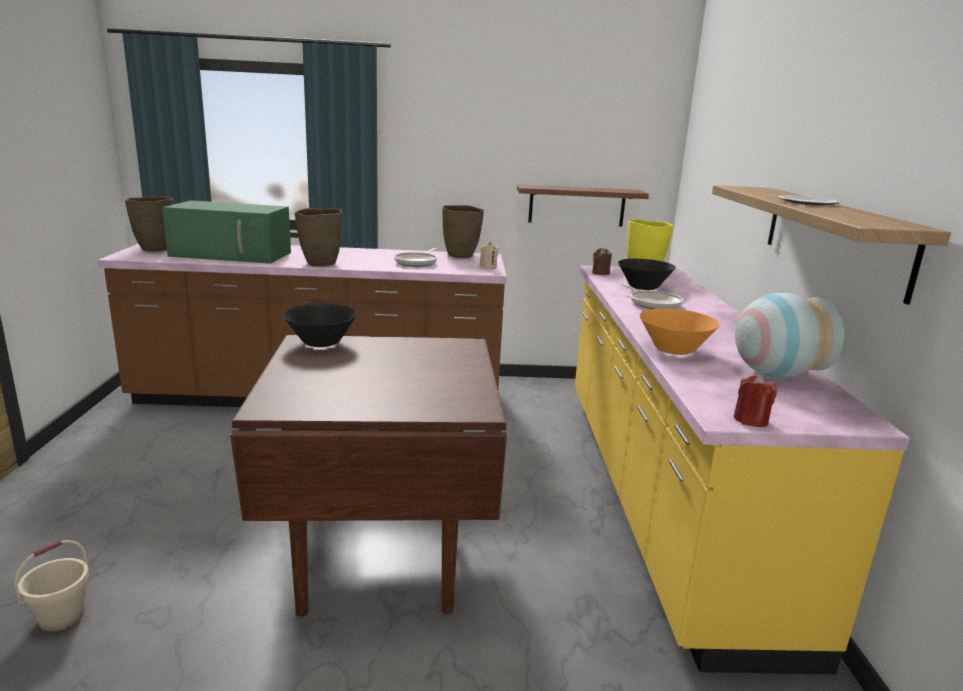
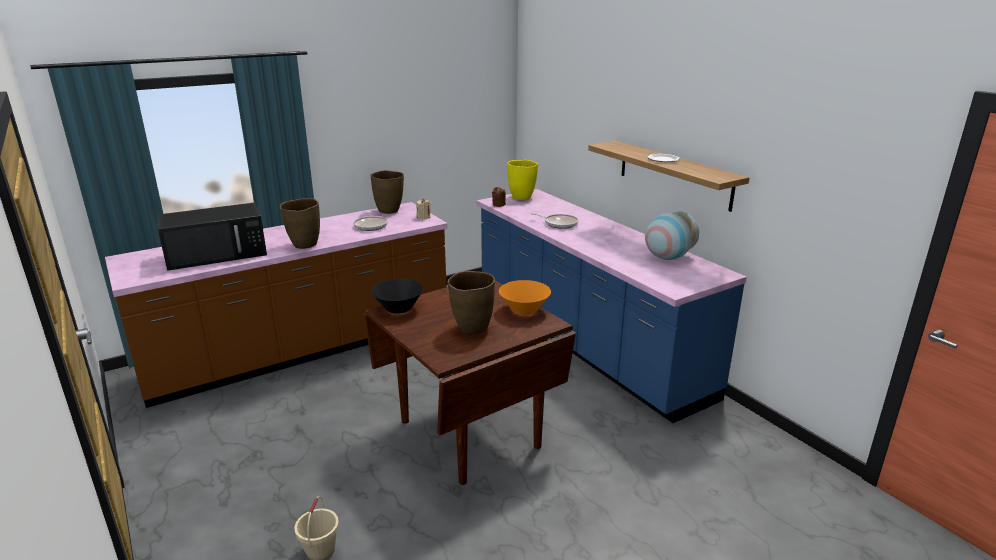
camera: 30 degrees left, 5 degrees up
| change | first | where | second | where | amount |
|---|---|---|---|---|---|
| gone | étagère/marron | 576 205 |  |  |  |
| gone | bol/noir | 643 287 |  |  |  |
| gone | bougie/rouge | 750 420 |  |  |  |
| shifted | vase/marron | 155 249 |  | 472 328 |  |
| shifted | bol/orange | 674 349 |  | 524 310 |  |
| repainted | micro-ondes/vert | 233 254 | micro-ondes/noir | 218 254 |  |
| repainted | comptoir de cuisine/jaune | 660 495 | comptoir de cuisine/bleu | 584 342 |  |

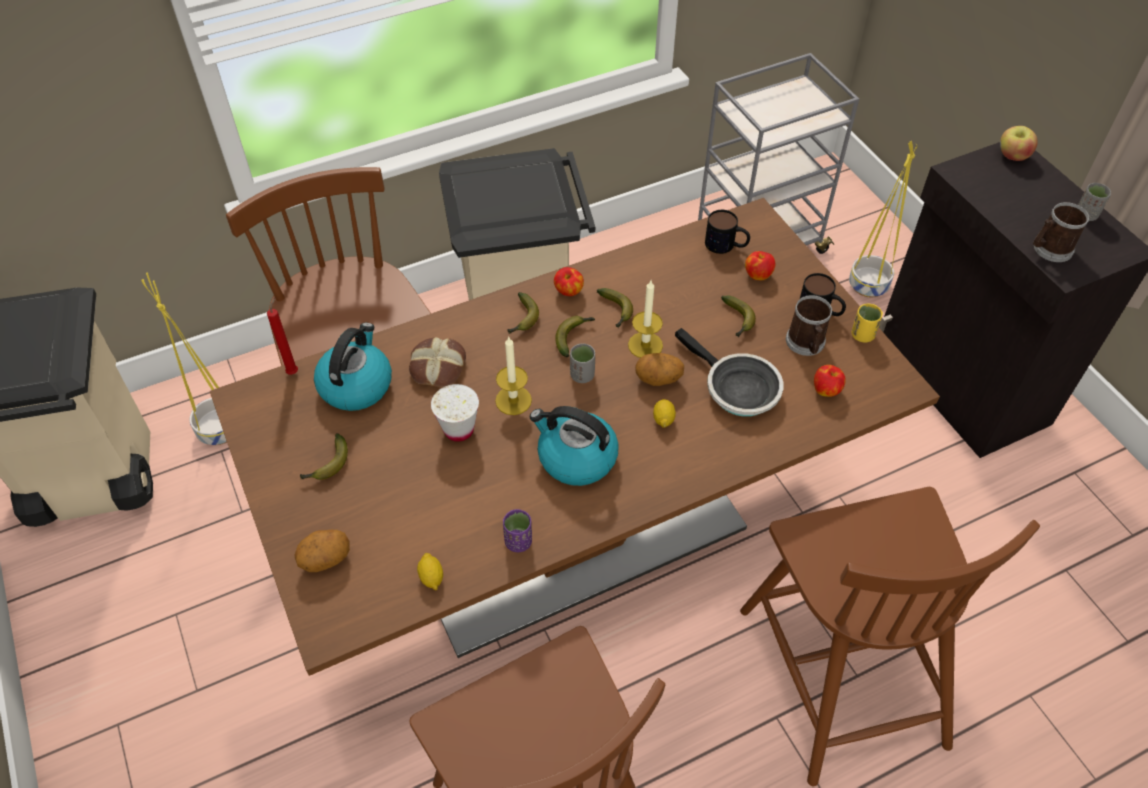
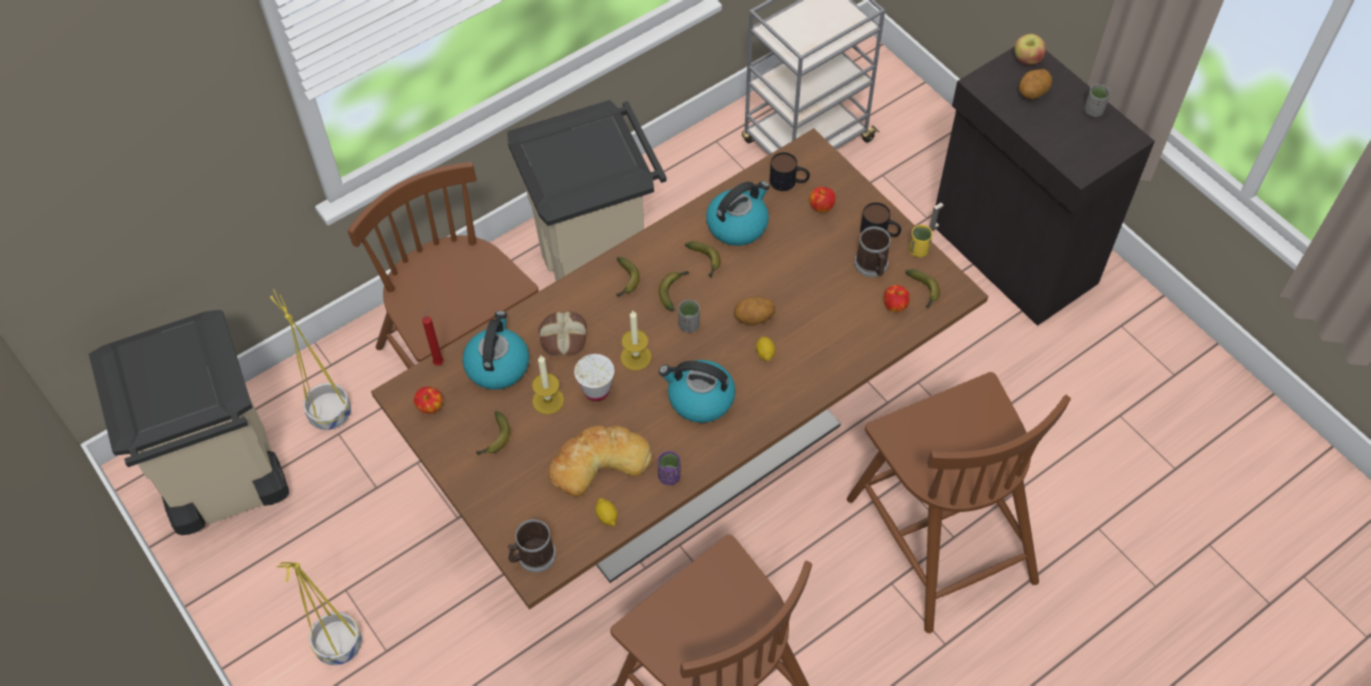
camera: 10 degrees left, 5 degrees up
| change | first | where | second | where | amount |
|---|---|---|---|---|---|
| gone | poêle | 736 388 |  |  |  |
| new |  |  | pain | 598 462 |  |
| new |  |  | bouilloire | 737 224 |  |
| shifted | pomme de terre | 326 559 |  | 1032 93 |  |
| shifted | pomme | 568 292 |  | 430 407 |  |
| shifted | bougie | 645 345 |  | 548 400 |  |
| shifted | banane | 737 320 |  | 923 291 |  |
| shifted | cache-pot/jaune | 867 286 |  | 338 646 |  |
| shifted | mug | 1049 249 |  | 532 556 |  |

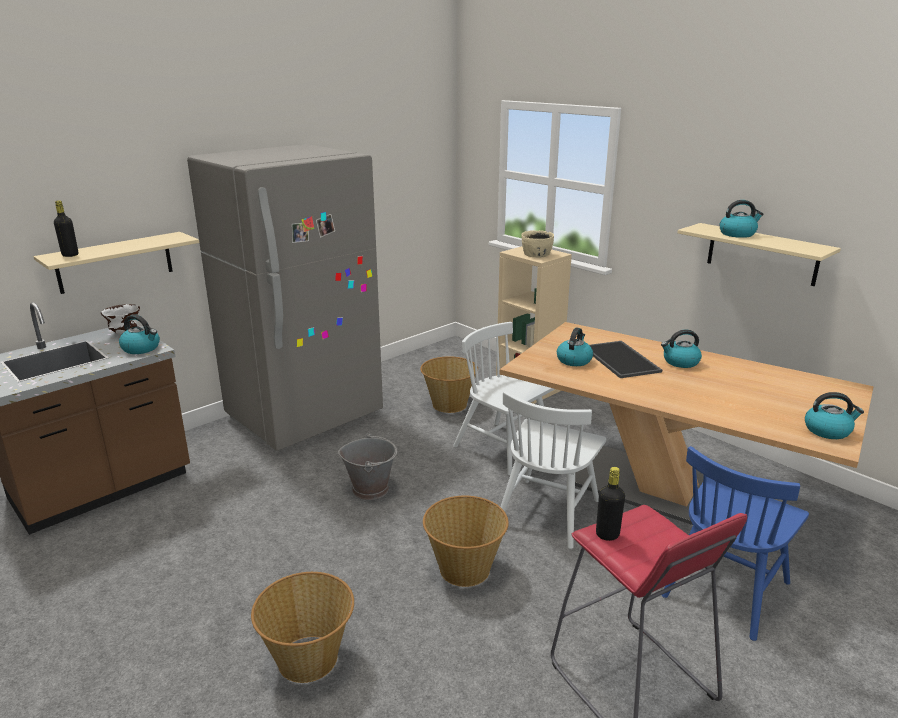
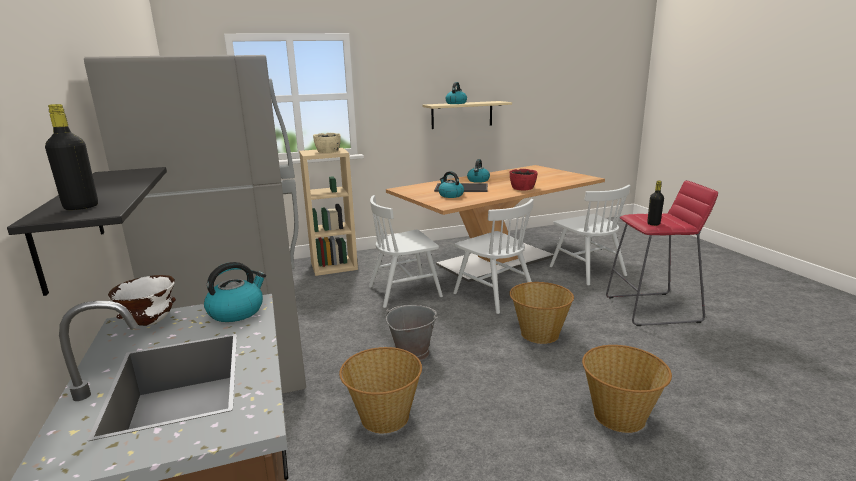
camera: 65 degrees left, 5 degrees down
| change | first | where | second | where | amount |
|---|---|---|---|---|---|
| gone | bouilloire | 828 430 |  |  |  |
| new |  |  | bol/rouge | 523 188 |  |
| shifted | panier | 449 404 |  | 384 417 |  |
| repainted | étagère/beige | 115 262 | étagère/noir | 69 227 |  |
| repainted | chaise/bleu | 725 588 | chaise/blanc | 587 271 |  |

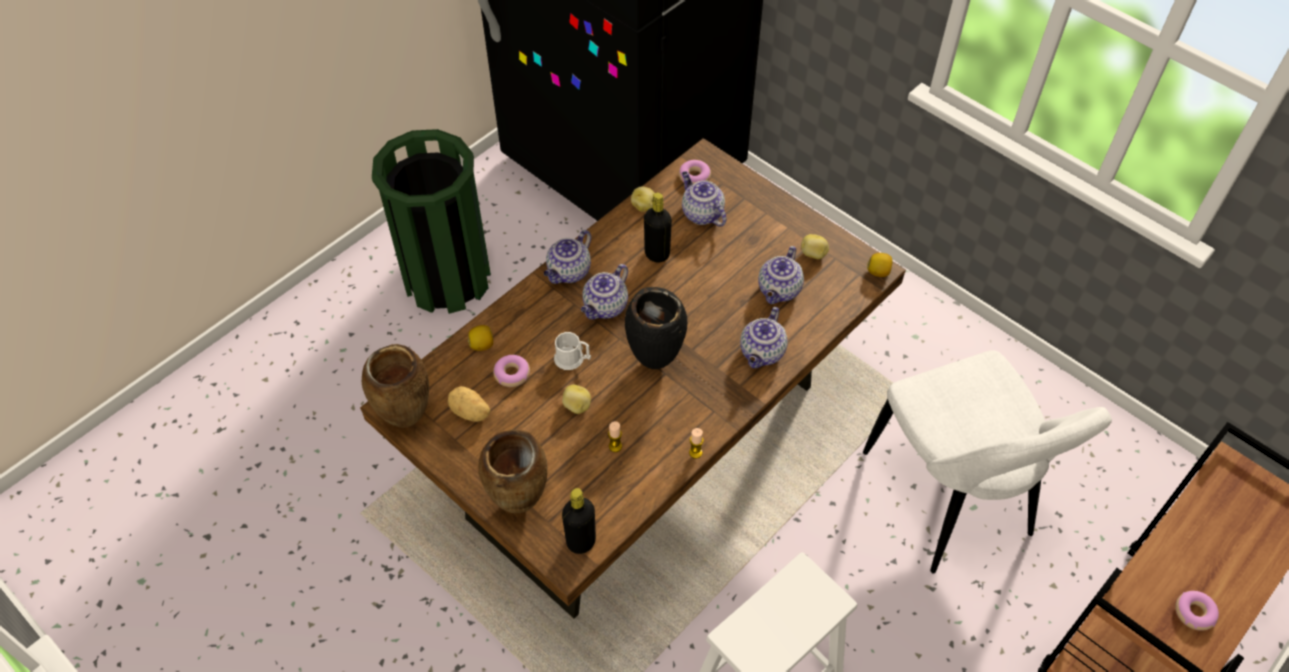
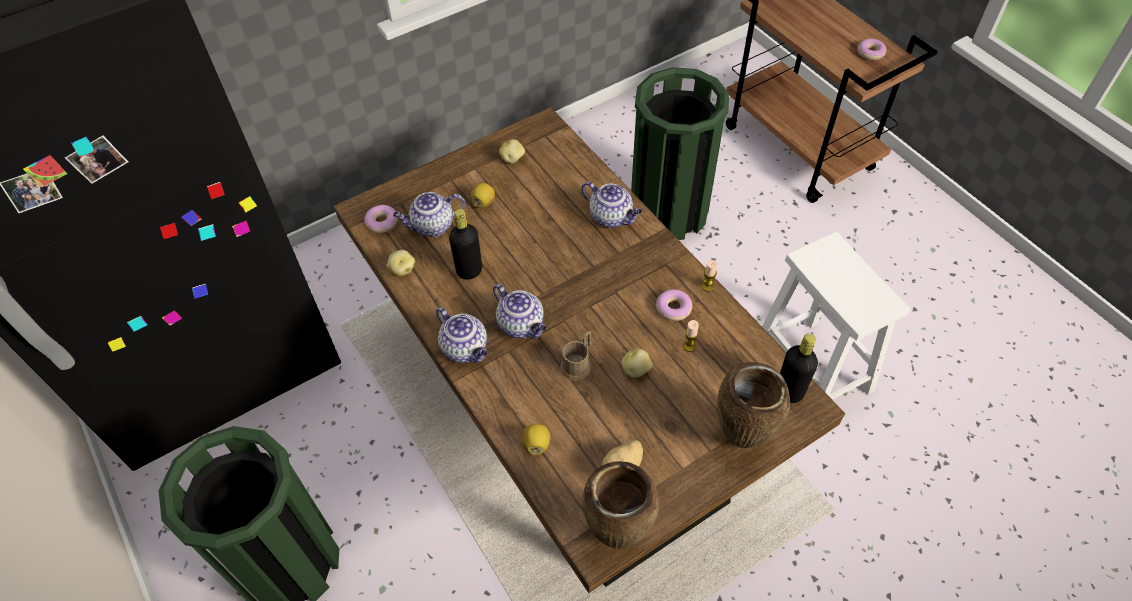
camera: 75 degrees left, 0 degrees up
| change | first | where | second | where | amount |
|---|---|---|---|---|---|
| gone | vase/noir | 656 362 |  |  |  |
| gone | théière | 779 291 |  |  |  |
| shifted | beignet | 512 374 |  | 673 308 |  |
| shifted | citron | 878 272 |  | 483 202 |  |
| swapped | chaise/blanc | 950 501 | poubelle/vert | 669 211 |  |
| repainted | mug/blanc | 573 359 | mug/marron | 578 363 |  |

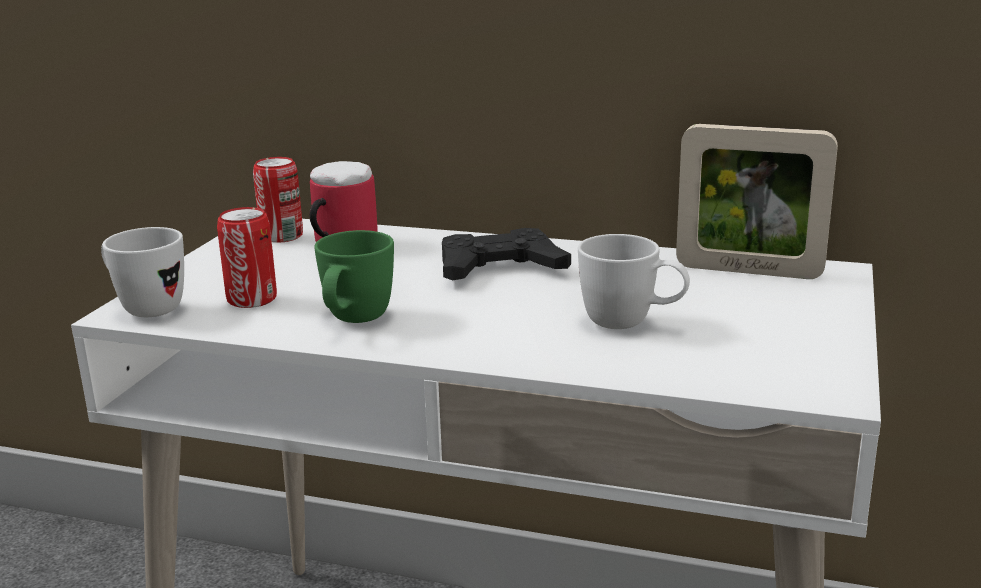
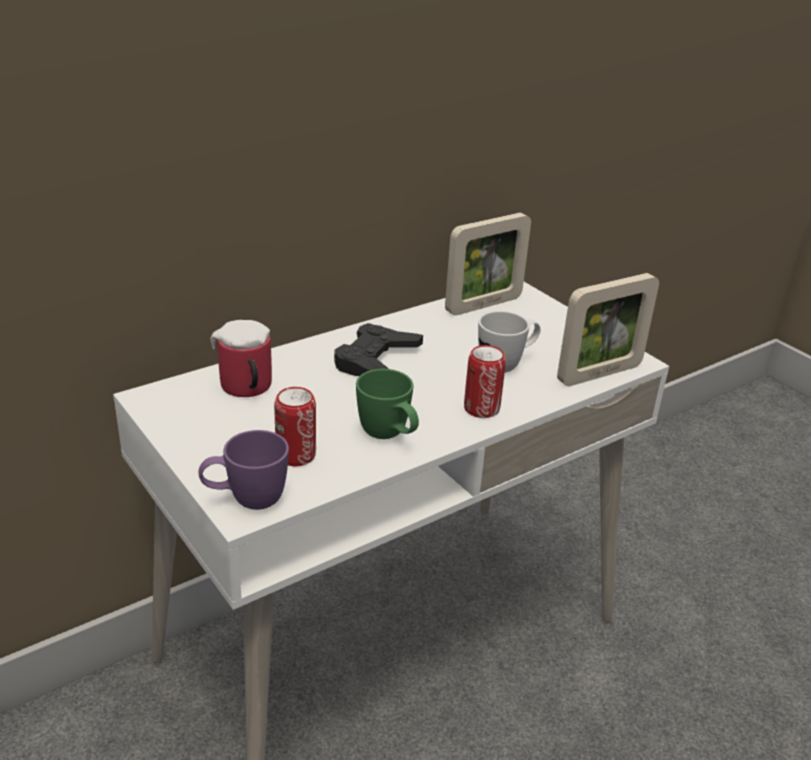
camera: 55 degrees left, 10 degrees up
| change | first | where | second | where | amount |
|---|---|---|---|---|---|
| new |  |  | cadre photo | 599 374 |  |
| shifted | boîte métallique | 281 236 |  | 481 409 |  |
| repainted | mug/blanc | 144 308 | mug/violet | 246 501 |  |

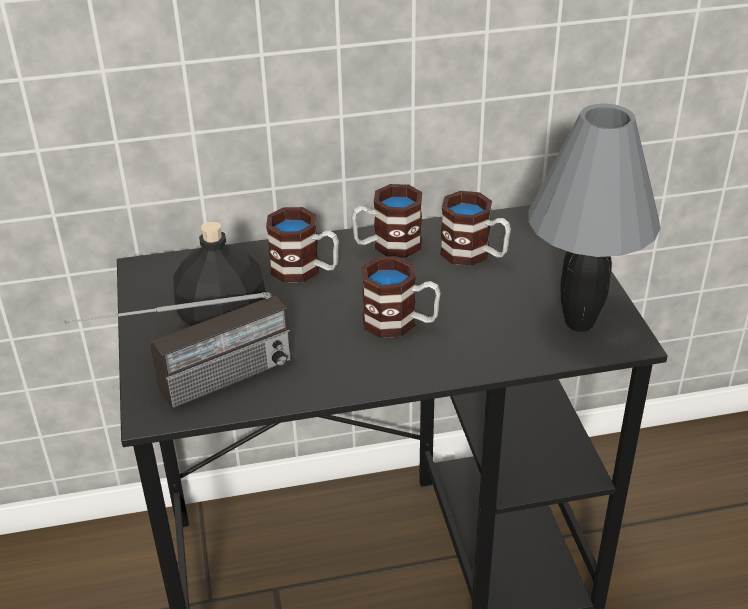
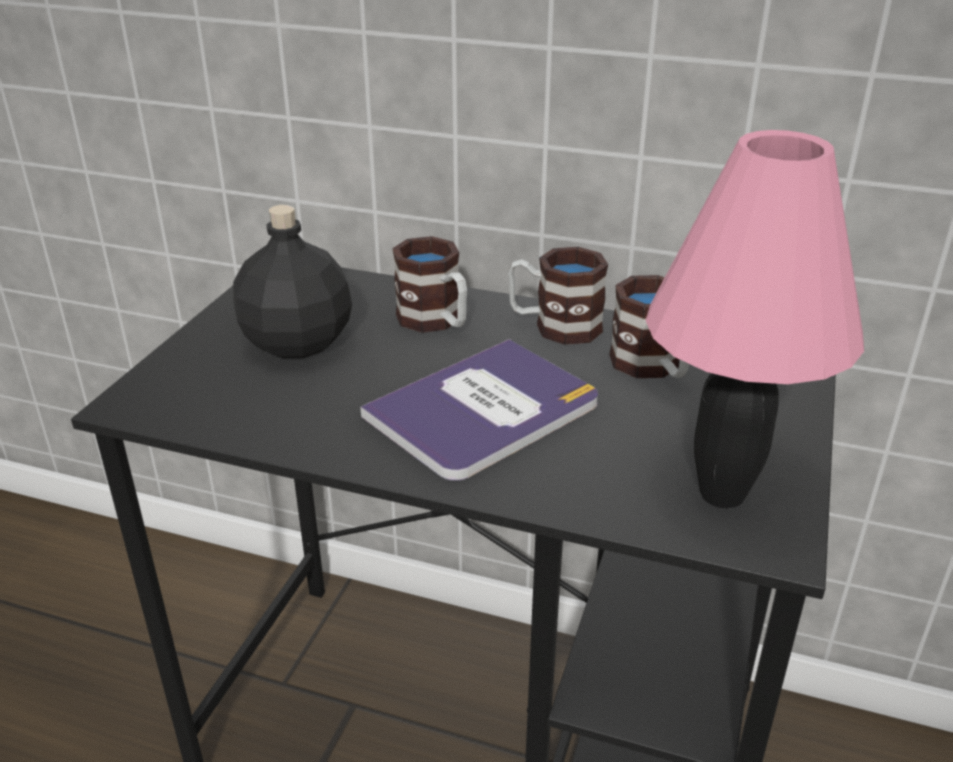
camera: 30 degrees right, 5 degrees down
| change | first | where | second | where | amount |
|---|---|---|---|---|---|
| gone | radio | 194 390 |  |  |  |
| swapped | mug | 400 323 | livre | 483 410 |  |
| repainted | lampe de table/gris | 578 322 | lampe de table/rose | 721 492 |  |

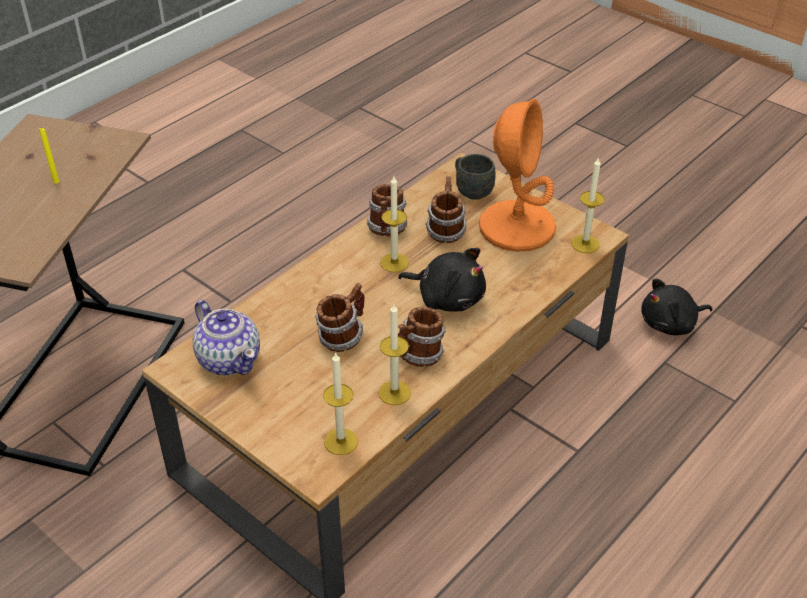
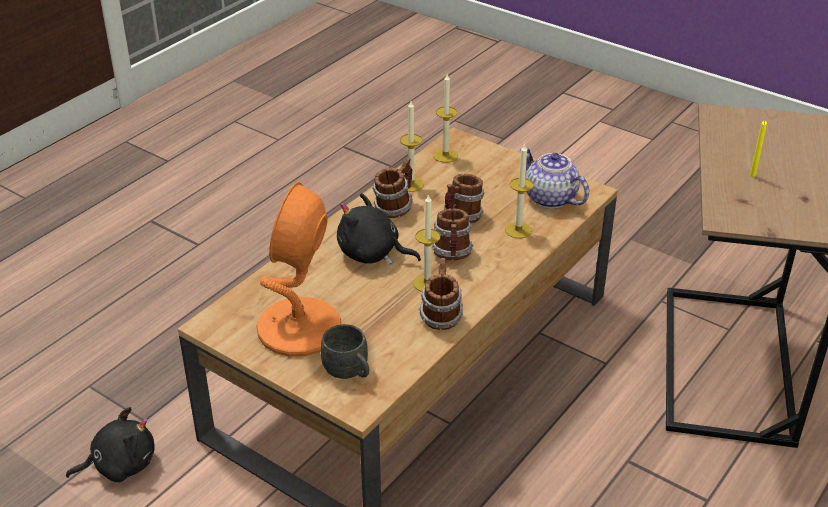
camera: 175 degrees right, 5 degrees down
| change | first | where | second | where | amount |
|---|---|---|---|---|---|
| shifted | mug | 445 231 |  | 452 255 |  |
| shifted | bougie | 585 244 |  | 518 230 |  |

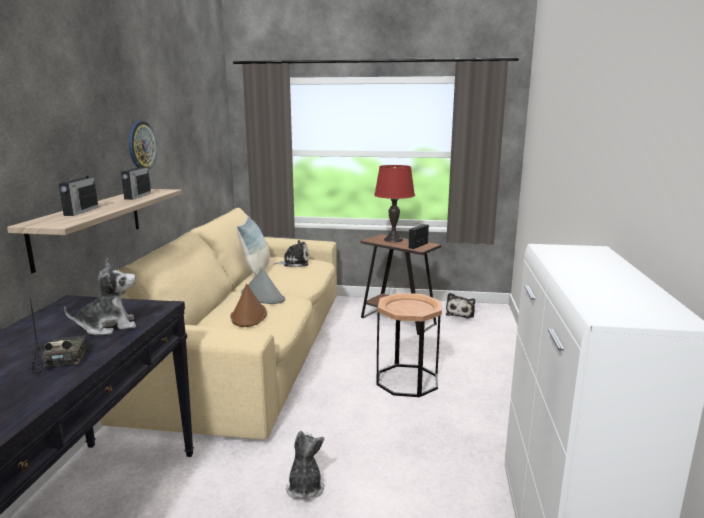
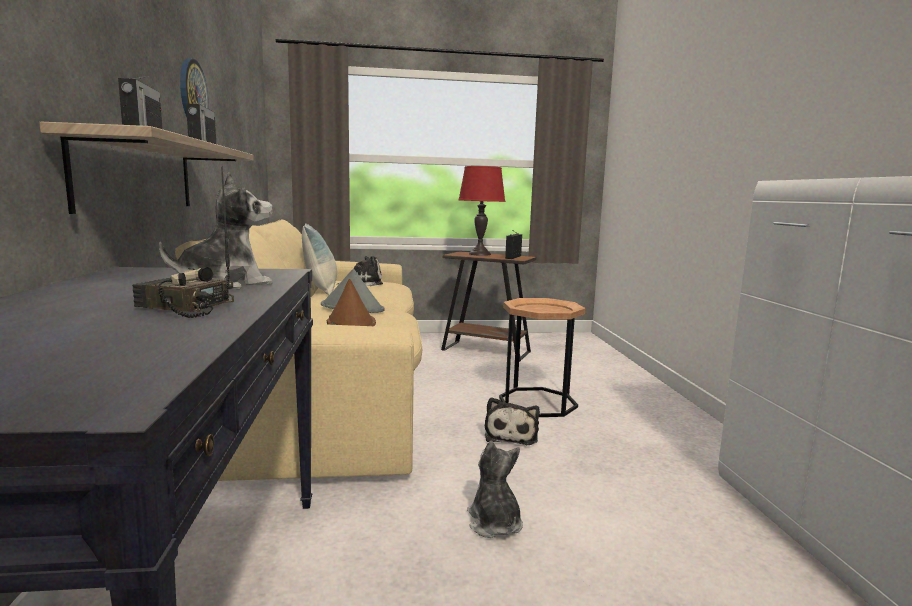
camera: 15 degrees left, 5 degrees down
| change | first | where | second | where | amount |
|---|---|---|---|---|---|
| shifted | peluche | 461 313 |  | 511 435 |  |
| rotated | radio | 61 359 |  | 184 307 | 45 degrees counterclockwise |

